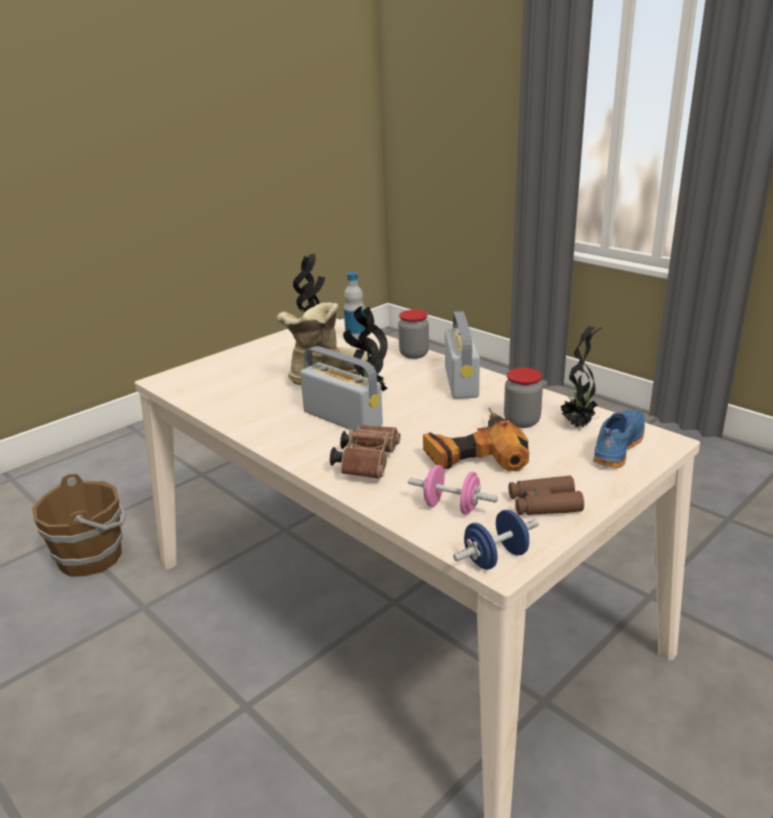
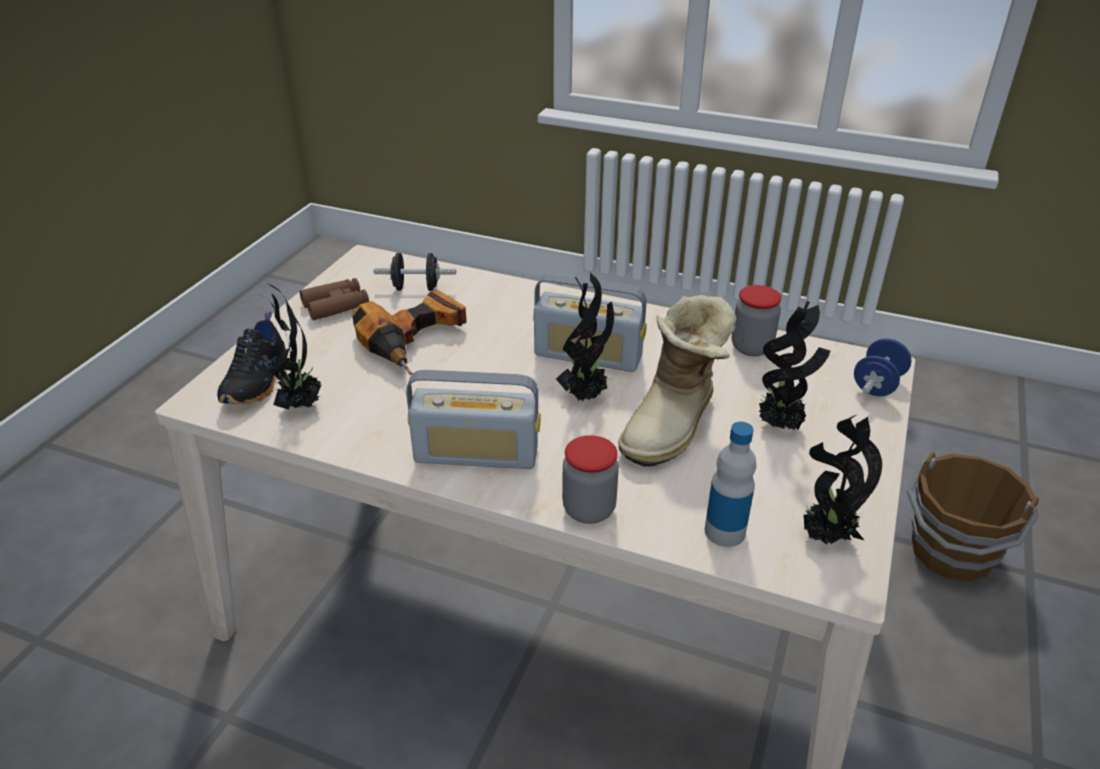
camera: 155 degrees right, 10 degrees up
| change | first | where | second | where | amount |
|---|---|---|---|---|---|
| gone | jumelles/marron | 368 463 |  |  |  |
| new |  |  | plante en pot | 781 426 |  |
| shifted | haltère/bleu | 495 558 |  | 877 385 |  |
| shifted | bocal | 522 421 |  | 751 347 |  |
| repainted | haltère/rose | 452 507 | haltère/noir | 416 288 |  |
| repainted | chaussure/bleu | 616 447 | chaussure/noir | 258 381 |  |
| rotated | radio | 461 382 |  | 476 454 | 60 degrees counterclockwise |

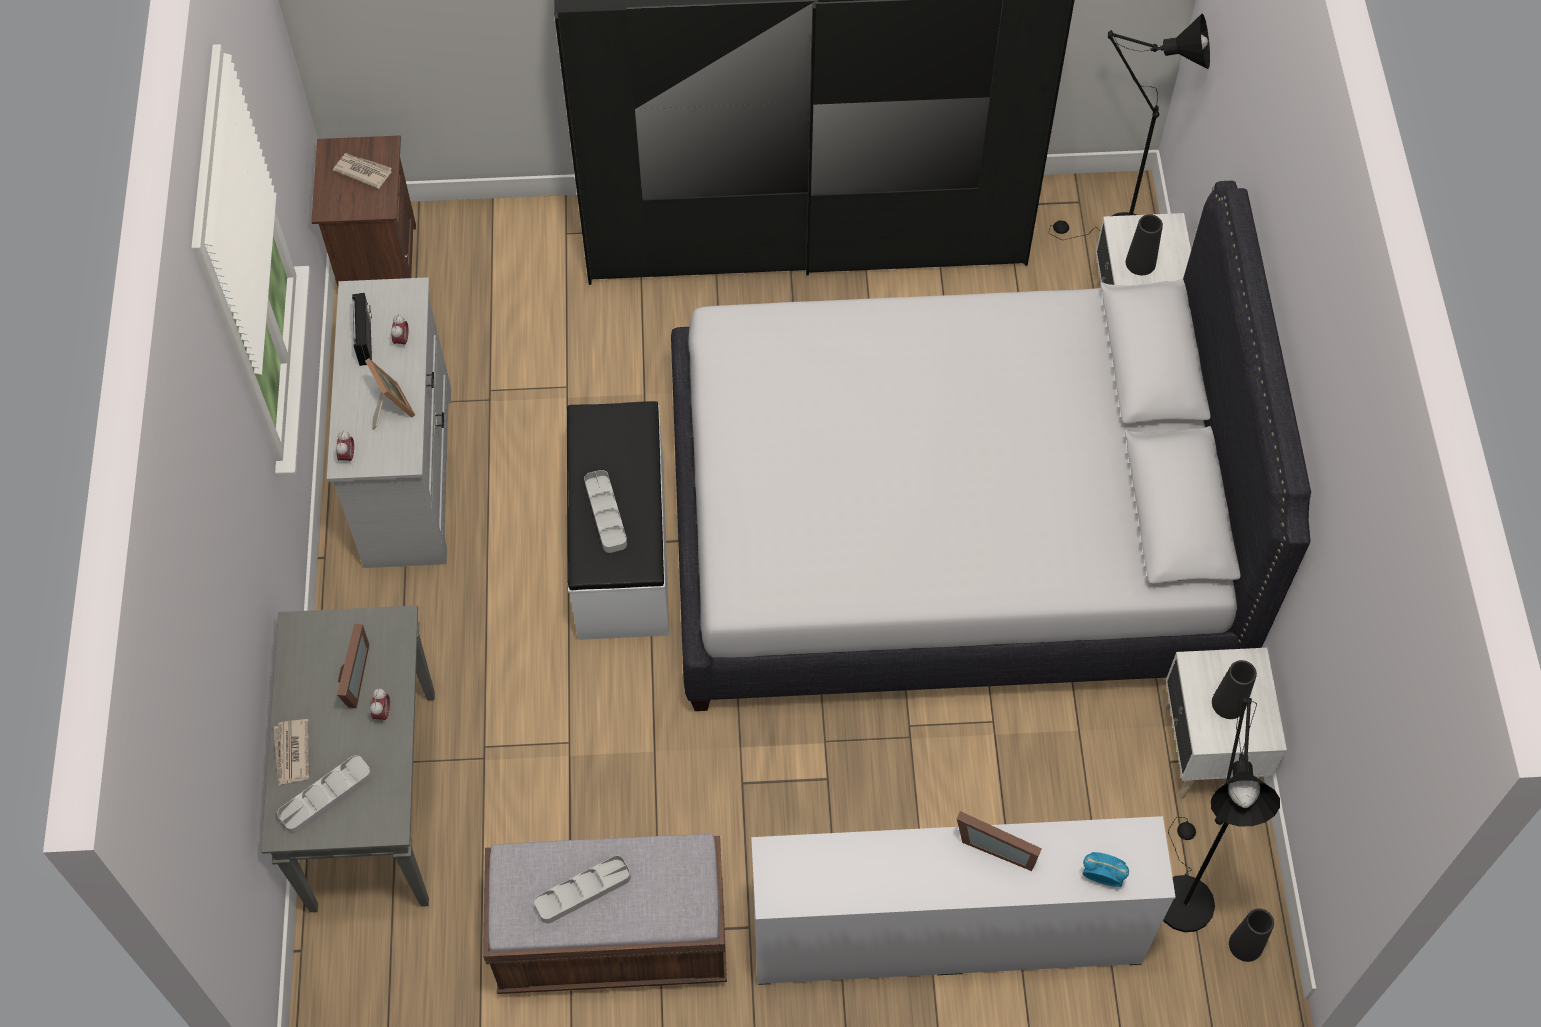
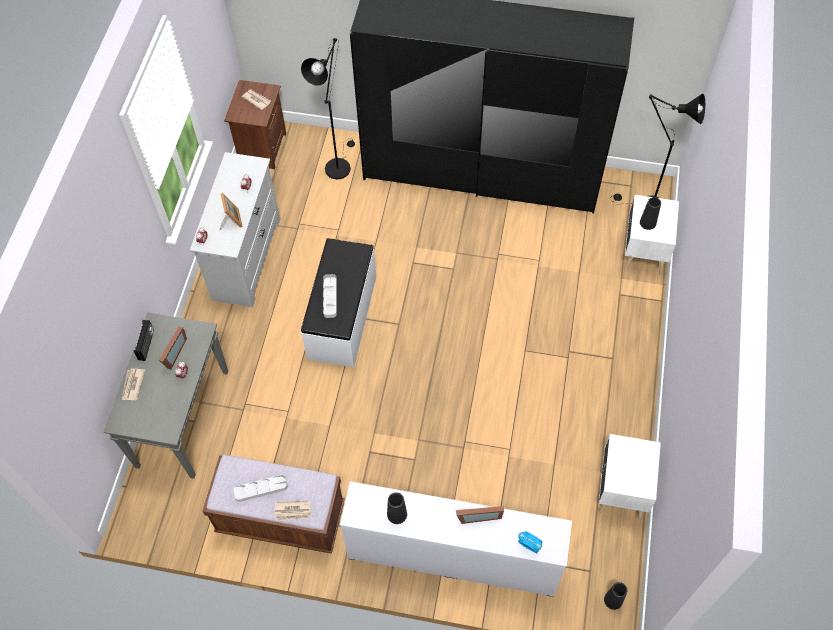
camera: 15 degrees right, 0 degrees up
| change | first | where | second | where | amount |
|---|---|---|---|---|---|
| gone | plateau/gris | 326 796 |  |  |  |
| gone | lit/blanc | 947 531 |  |  |  |
| new |  |  | journal | 293 511 |  |
| shifted | radio | 366 339 |  | 147 345 |  |
| shifted | lampadaire/noir | 1182 892 |  | 338 164 |  |
| shifted | vase/noir | 1228 703 |  | 397 514 |  |
| rotated | cadre photo | 997 844 |  | 478 515 | 45 degrees counterclockwise |

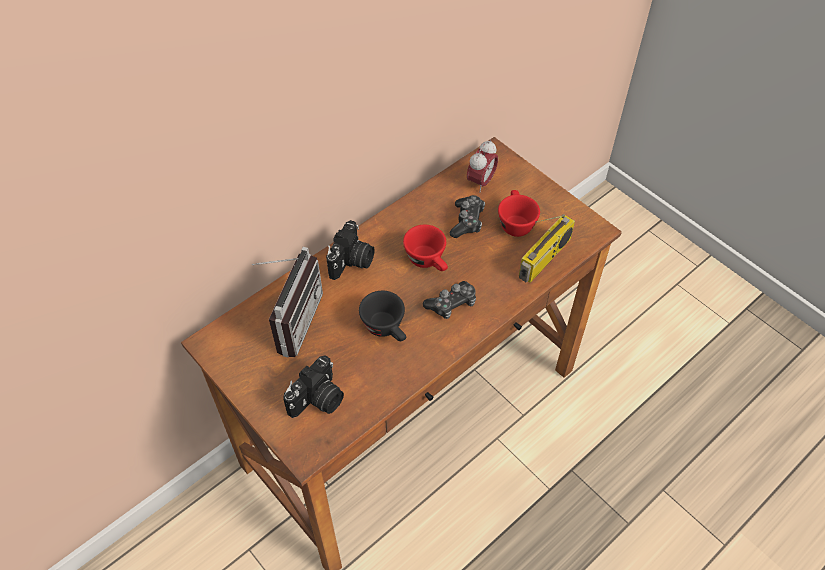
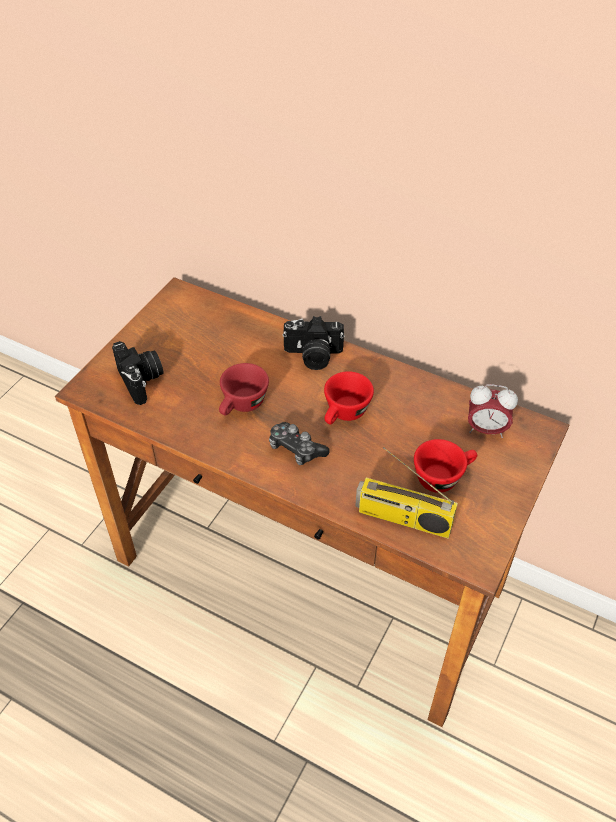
camera: 70 degrees right, 5 degrees down
| change | first | where | second | where | amount |
|---|---|---|---|---|---|
| gone | radio | 291 320 |  |  |  |
| gone | manette | 467 221 |  |  |  |
| repainted | tasse/noir | 387 329 | tasse/rouge | 242 406 |  |
| rotated | appareil photo | 318 400 |  | 142 381 | 135 degrees counterclockwise |

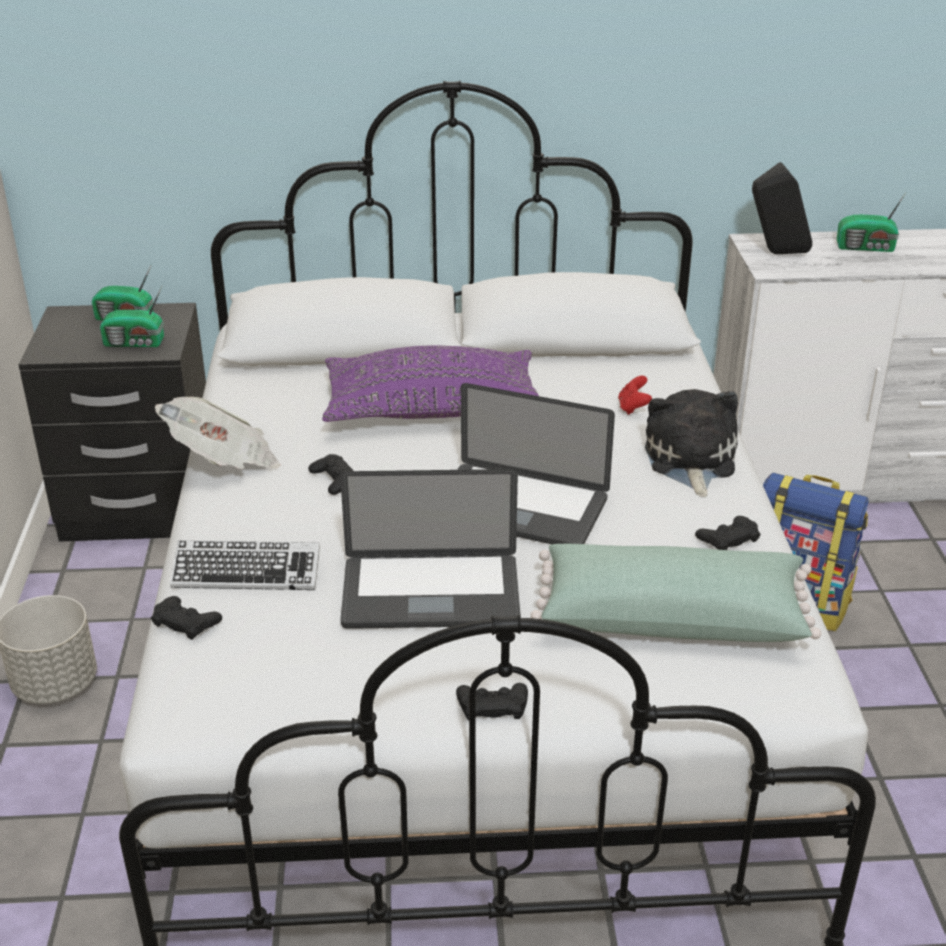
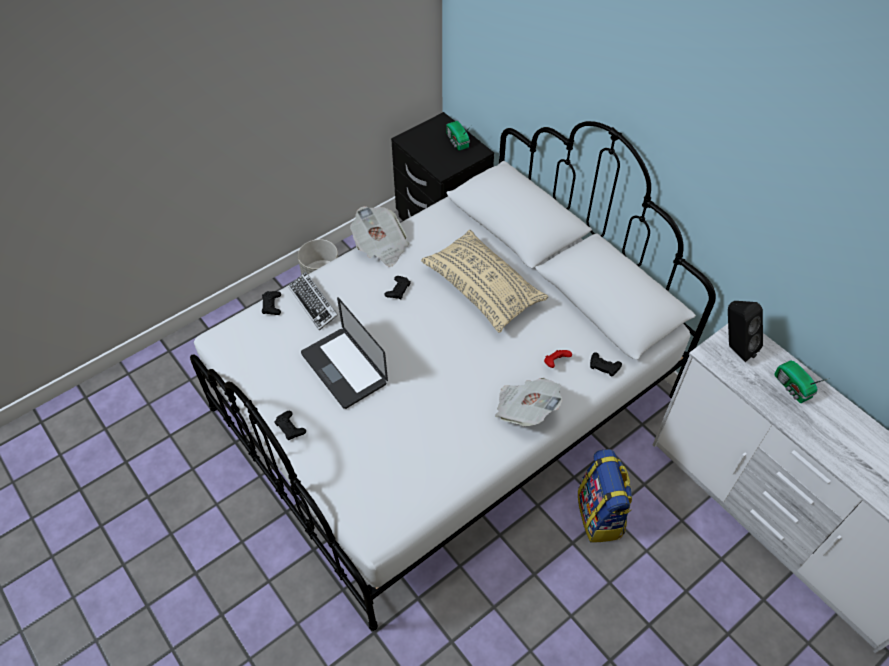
camera: 55 degrees right, 20 degrees up
| change | first | where | second | where | amount |
|---|---|---|---|---|---|
| gone | radio | 135 343 |  |  |  |
| gone | ordinateur portable | 519 508 |  |  |  |
| gone | coussin/vert | 671 616 |  |  |  |
| shifted | manette/noir | 728 538 |  | 604 366 |  |
| swapped | peluche | 690 461 | journal | 525 409 |  |
| repainted | coussin/violet | 432 409 | coussin/beige | 483 289 |  |

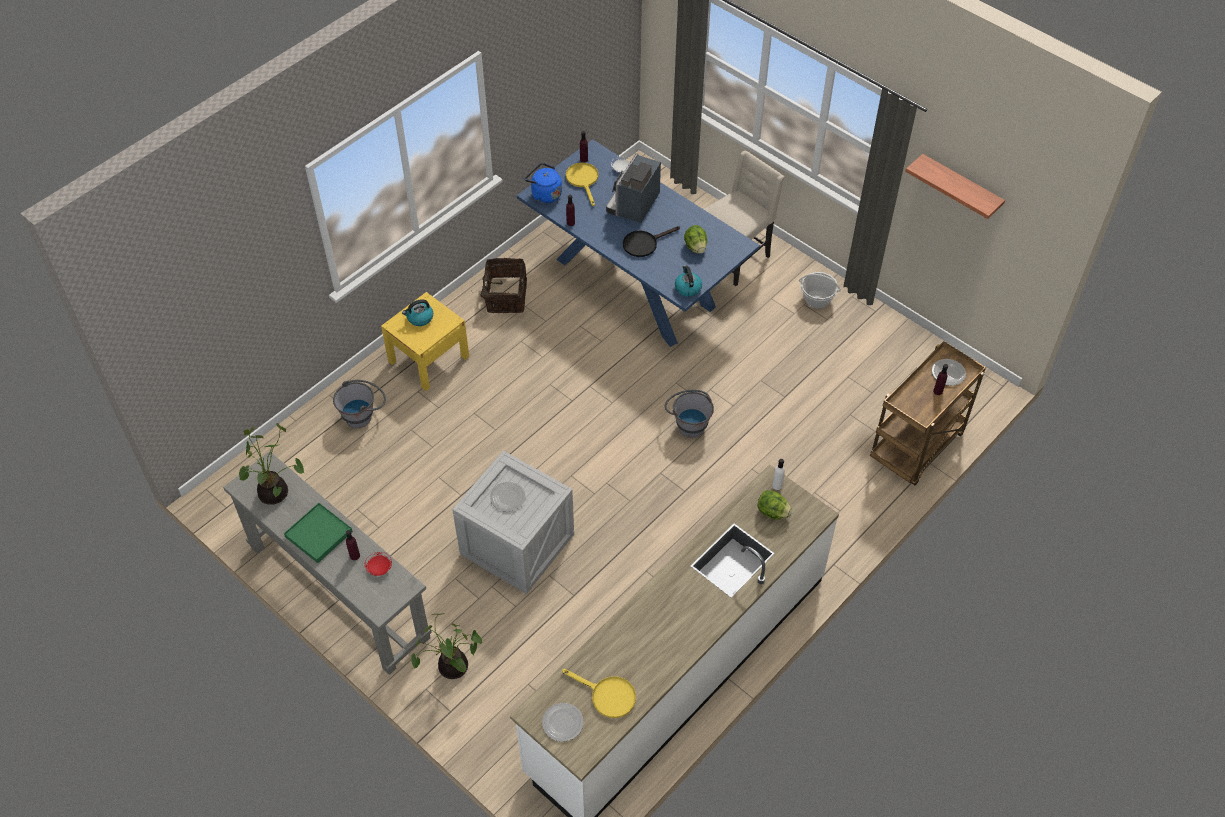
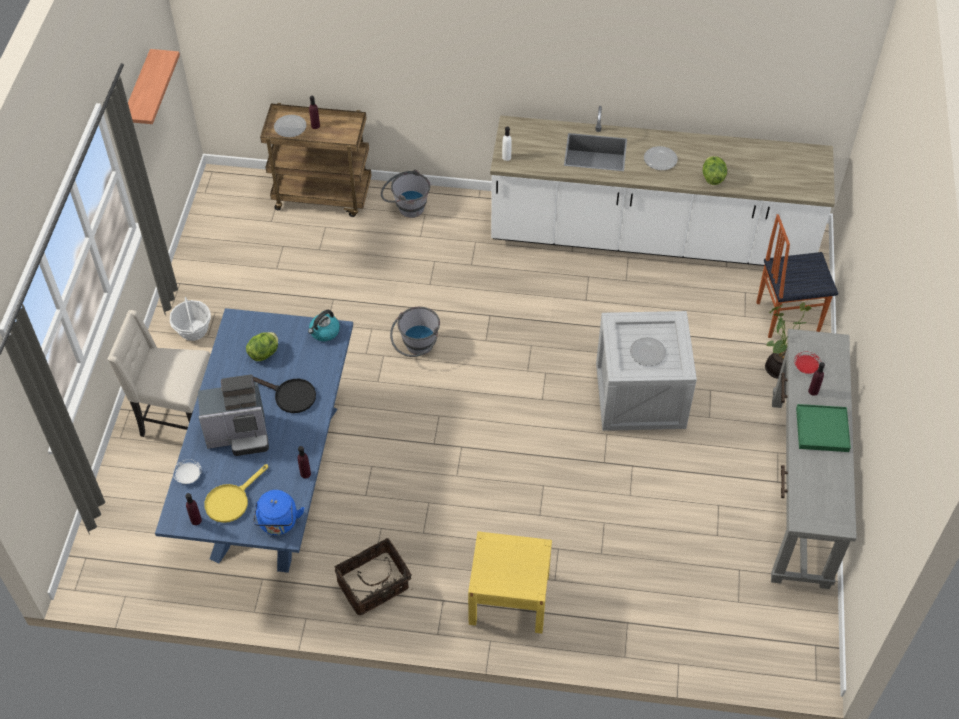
camera: 125 degrees left, 0 degrees up
| change | first | where | second | where | amount |
|---|---|---|---|---|---|
| gone | plante en pot | 276 493 |  |  |  |
| gone | bouilloire | 419 318 |  |  |  |
| gone | poêle/jaune | 607 696 |  |  |  |
| new |  |  | chaise | 786 316 |  |
| shifted | seau/gris | 363 415 |  | 406 207 |  |
| shifted | assiette | 562 722 |  | 660 160 |  |
| shifted | laitue | 773 512 |  | 712 177 |  |

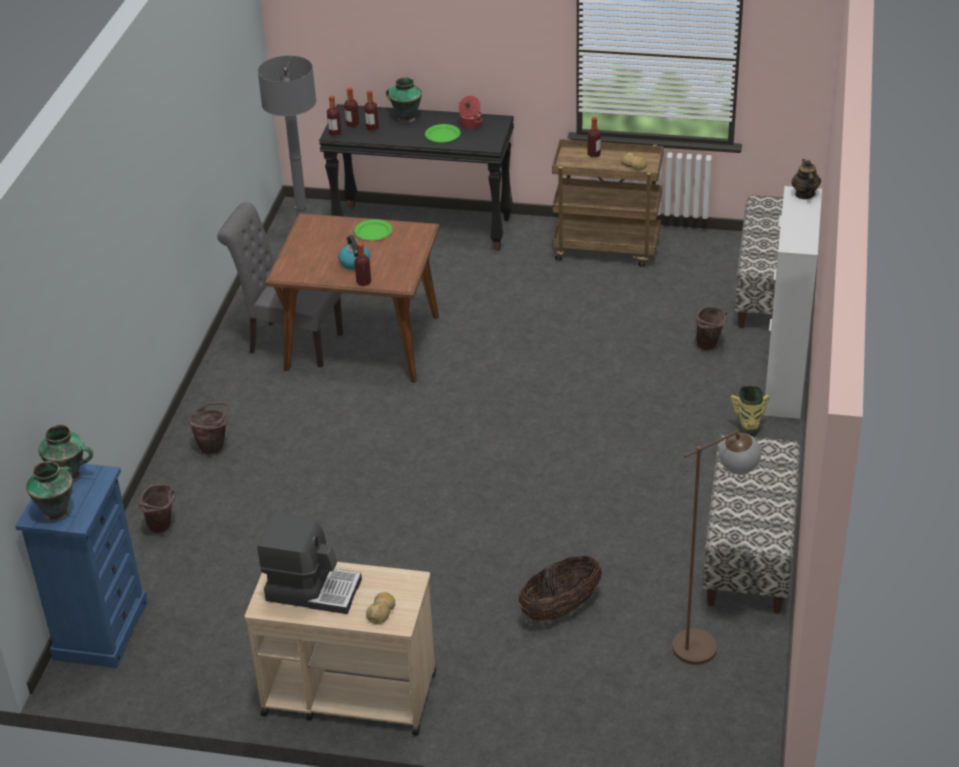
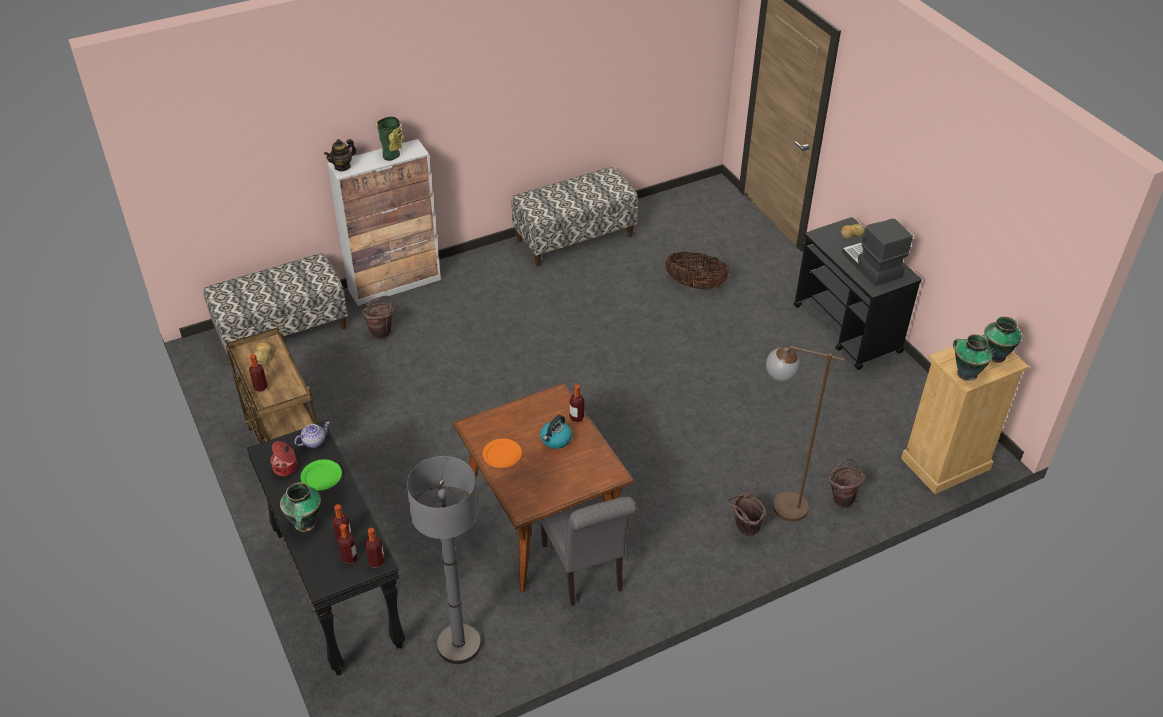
camera: 130 degrees left, 5 degrees up
| change | first | where | second | where | amount |
|---|---|---|---|---|---|
| new |  |  | théière | 314 442 |  |
| shifted | lampadaire/marron | 707 641 |  | 777 504 |  |
| shifted | vase | 748 430 |  | 392 155 |  |
| repainted | commode/bleu | 100 630 | commode/beige | 945 464 |  |
| repainted | chariot/beige | 348 694 | chariot/noir | 847 329 |  |
| repainted | assiette/vert | 373 232 | assiette/orange | 502 455 |  |

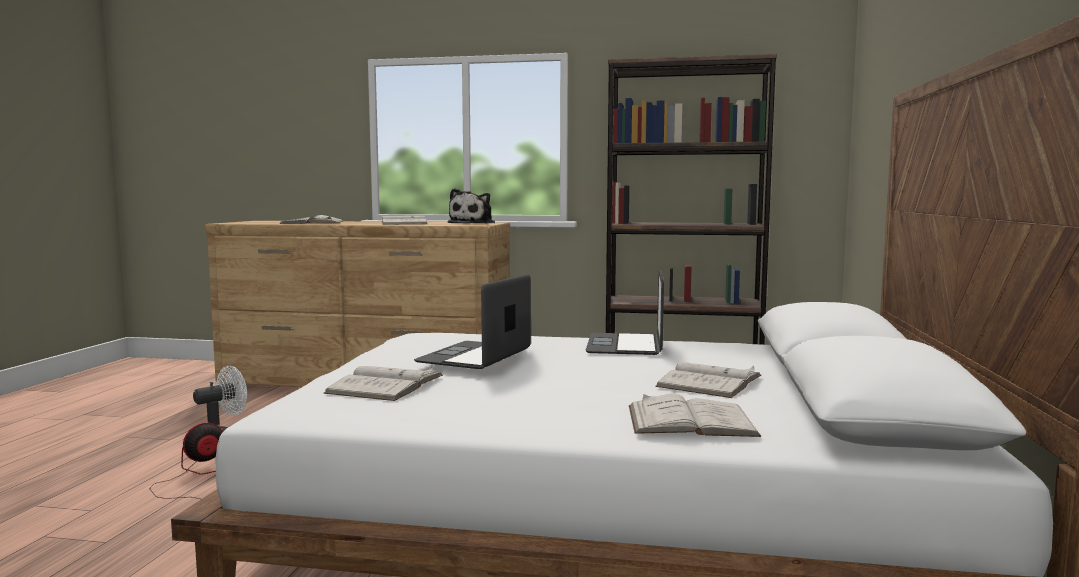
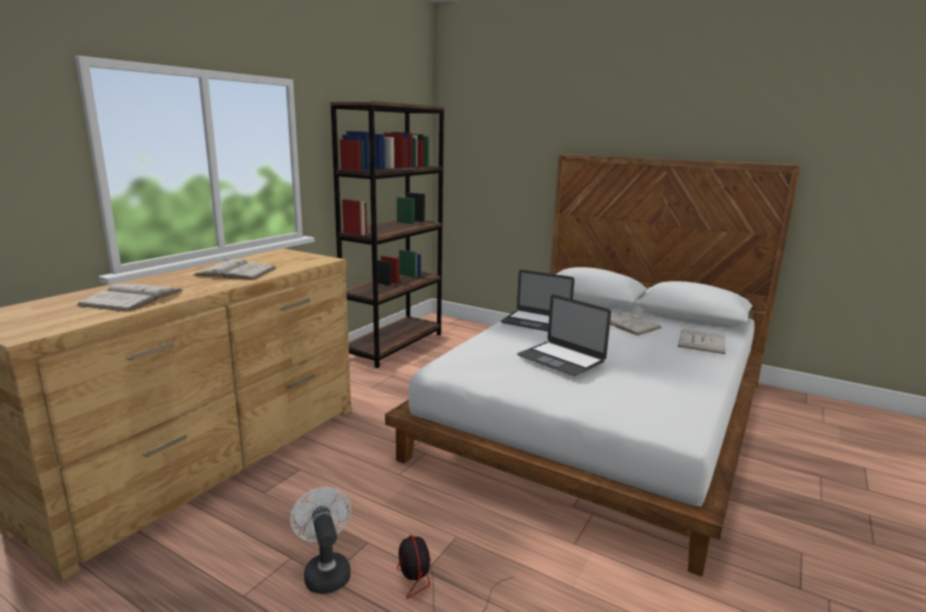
camera: 70 degrees left, 10 degrees up
| change | first | where | second | where | amount |
|---|---|---|---|---|---|
| gone | livre/blanc | 386 384 |  |  |  |
| gone | peluche | 473 223 |  |  |  |

